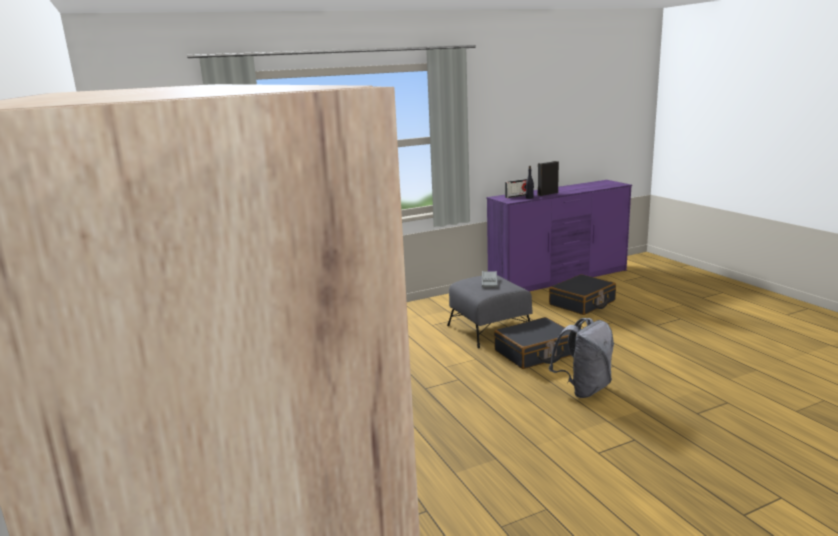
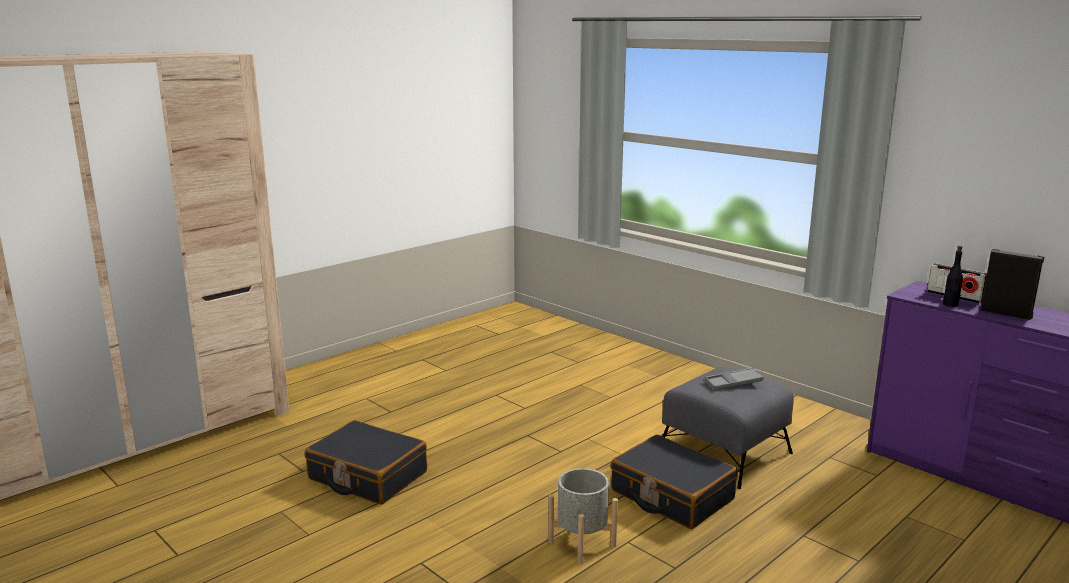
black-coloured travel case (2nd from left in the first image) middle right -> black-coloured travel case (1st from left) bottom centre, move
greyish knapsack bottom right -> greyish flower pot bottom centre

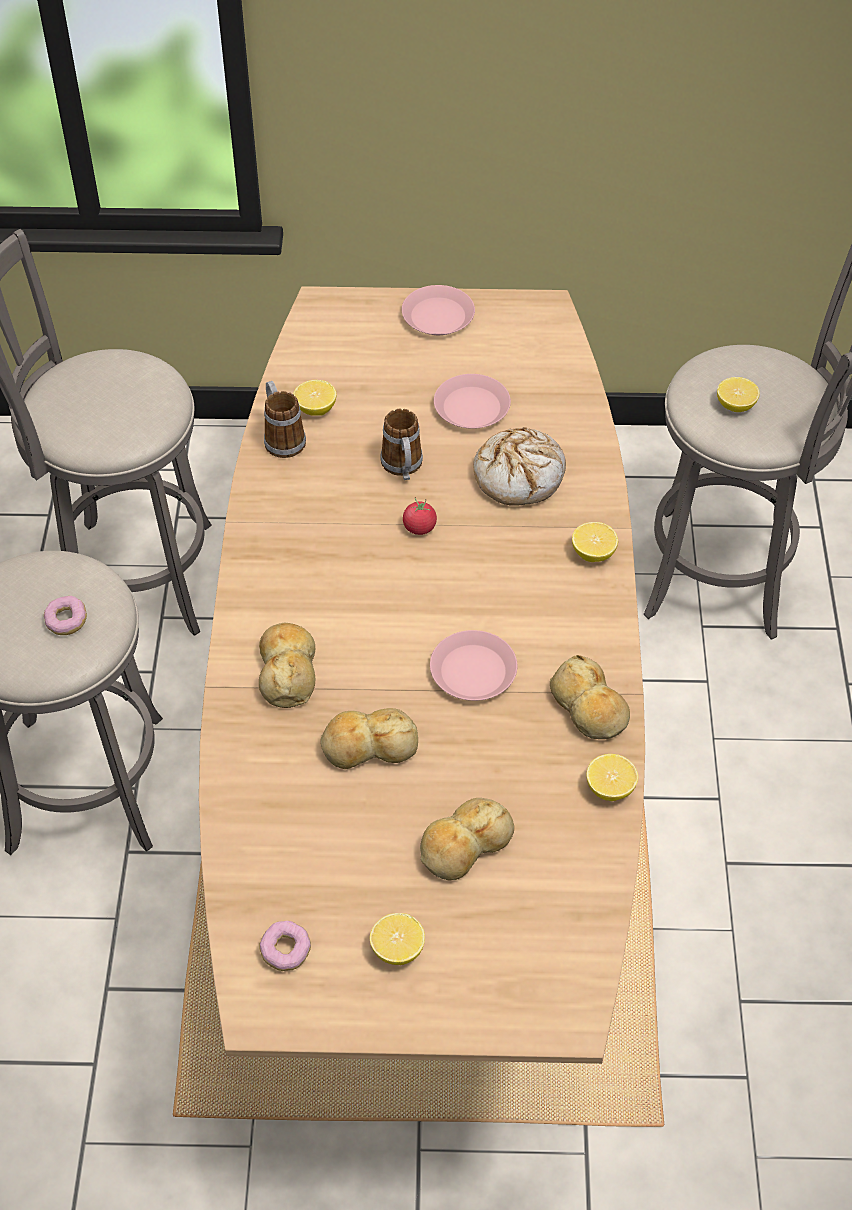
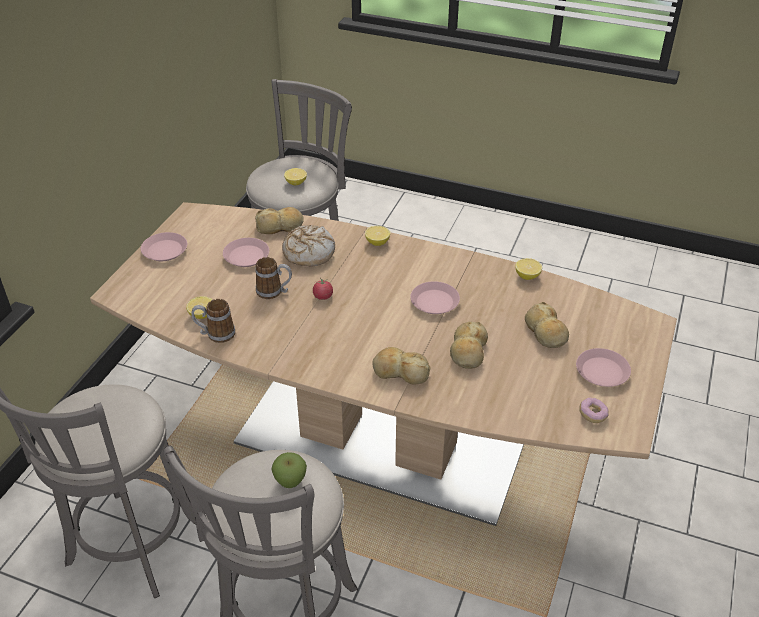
doughnut (1st from left) middle left -> apple fruit bottom centre
citrus fruit (2nd from left) bottom centre -> pink-coloured flat dish (4th from left) middle right
bakery bread (5th from left in the first image) middle right -> bakery bread (1st from left) centre, move

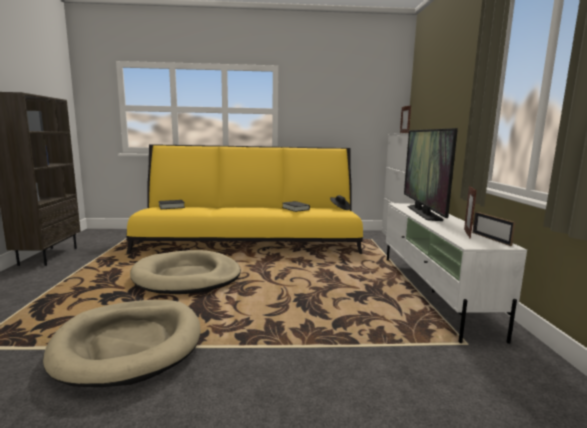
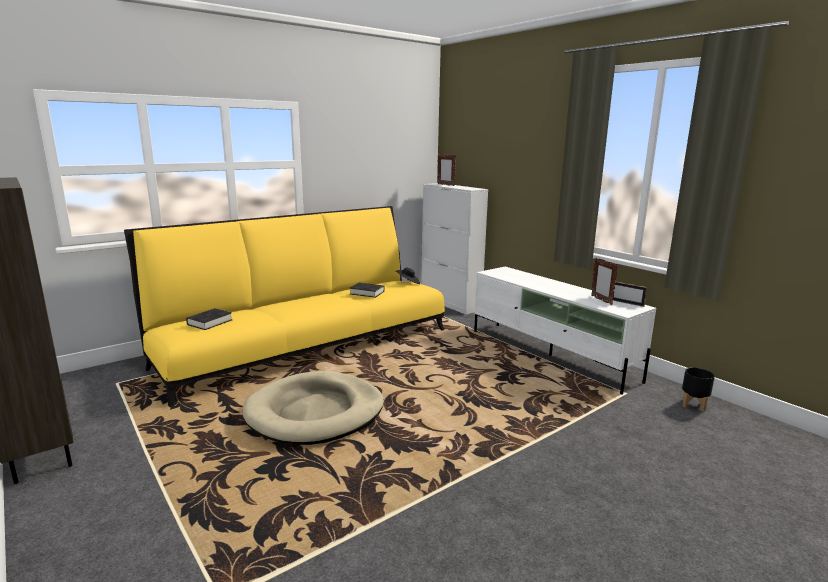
sand-coloured dog bed (1st from left) bottom left -> none
TV set middle right -> none
none -> black-coloured flower pot bottom right

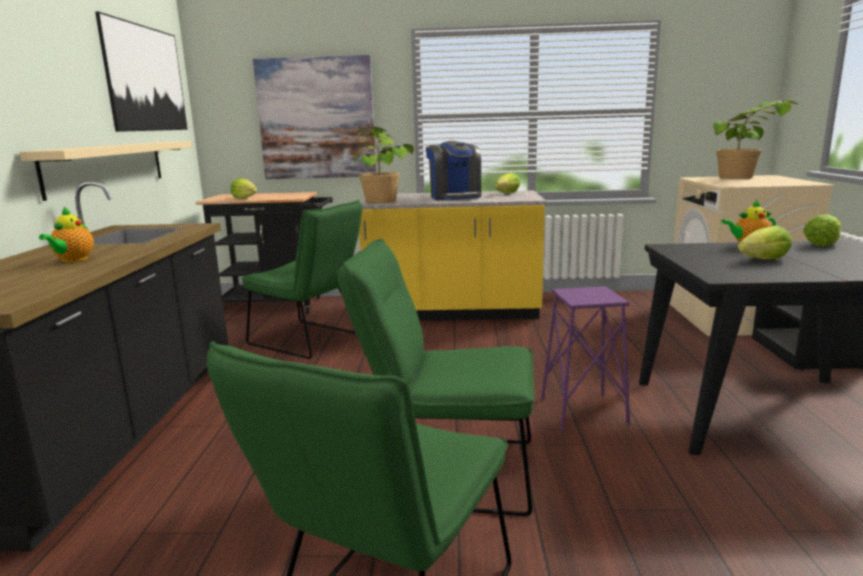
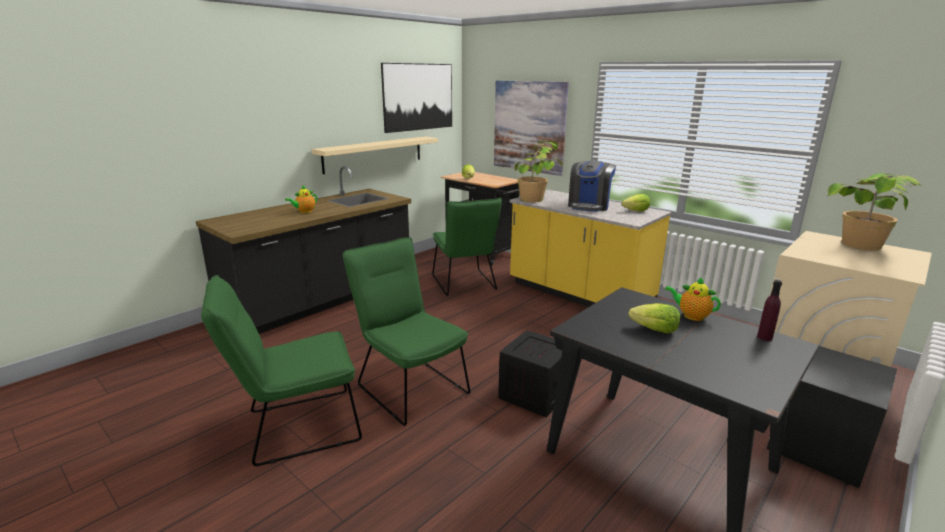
purplish stool seat middle right -> shipping crate bottom centre
head of lettuce (4th from left) middle right -> purplish drink bottle middle right

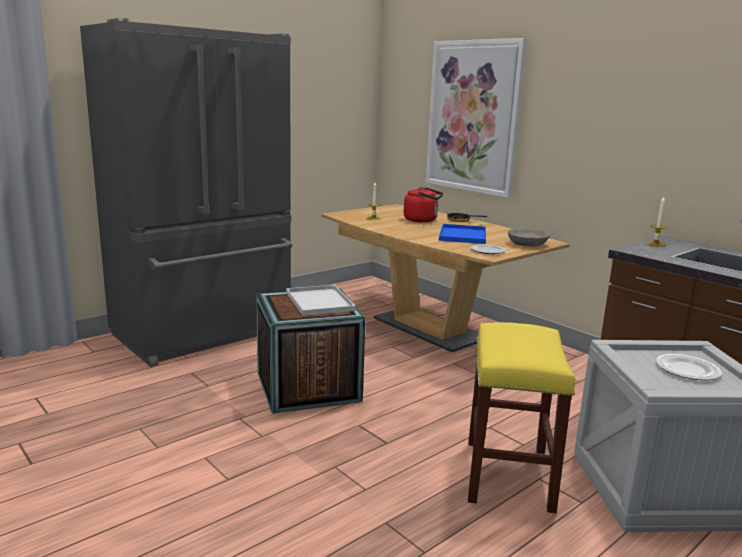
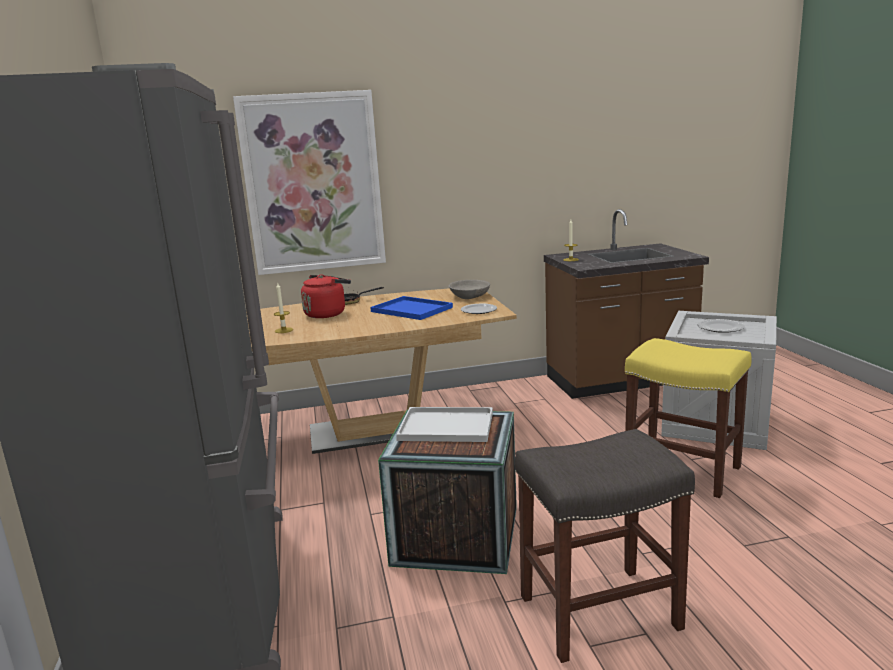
none -> greyish stool seat bottom right

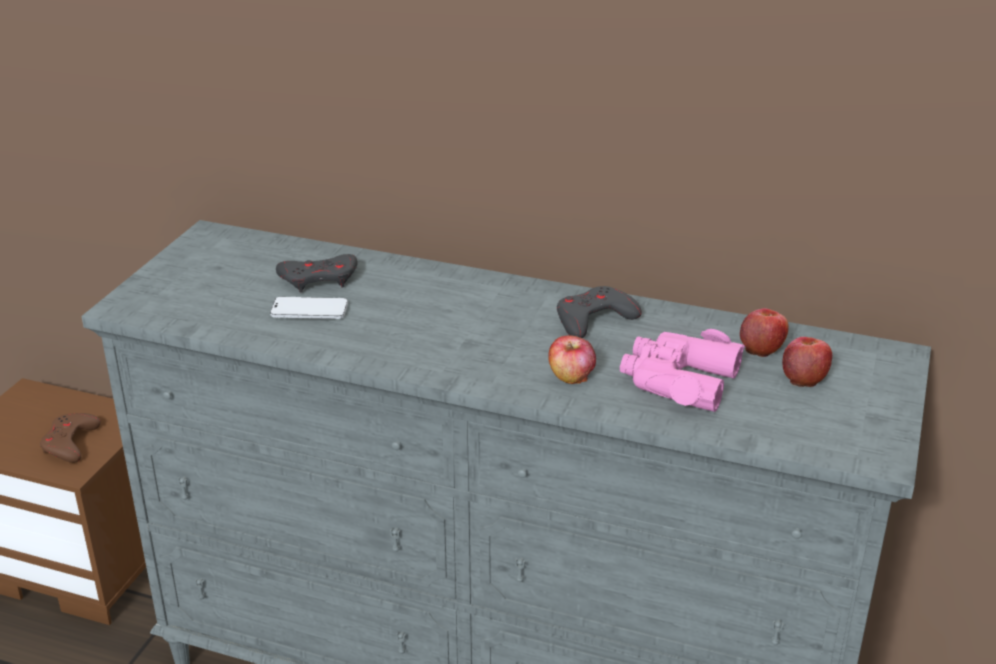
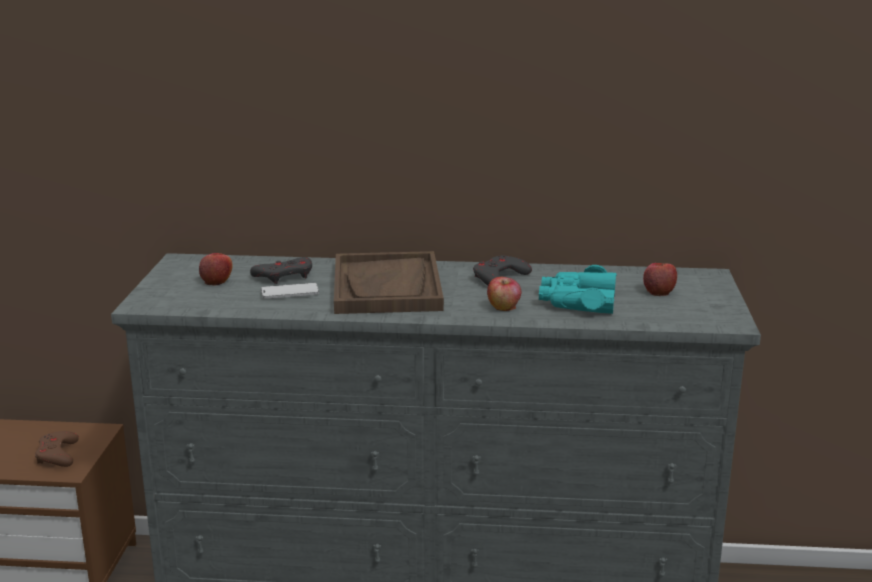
pink-coloured pair of binoculars middle right -> blue-green pair of binoculars centre
apple fruit (2nd from left in the first image) middle right -> apple fruit (1st from left) middle left, move
none -> brown serving tray centre

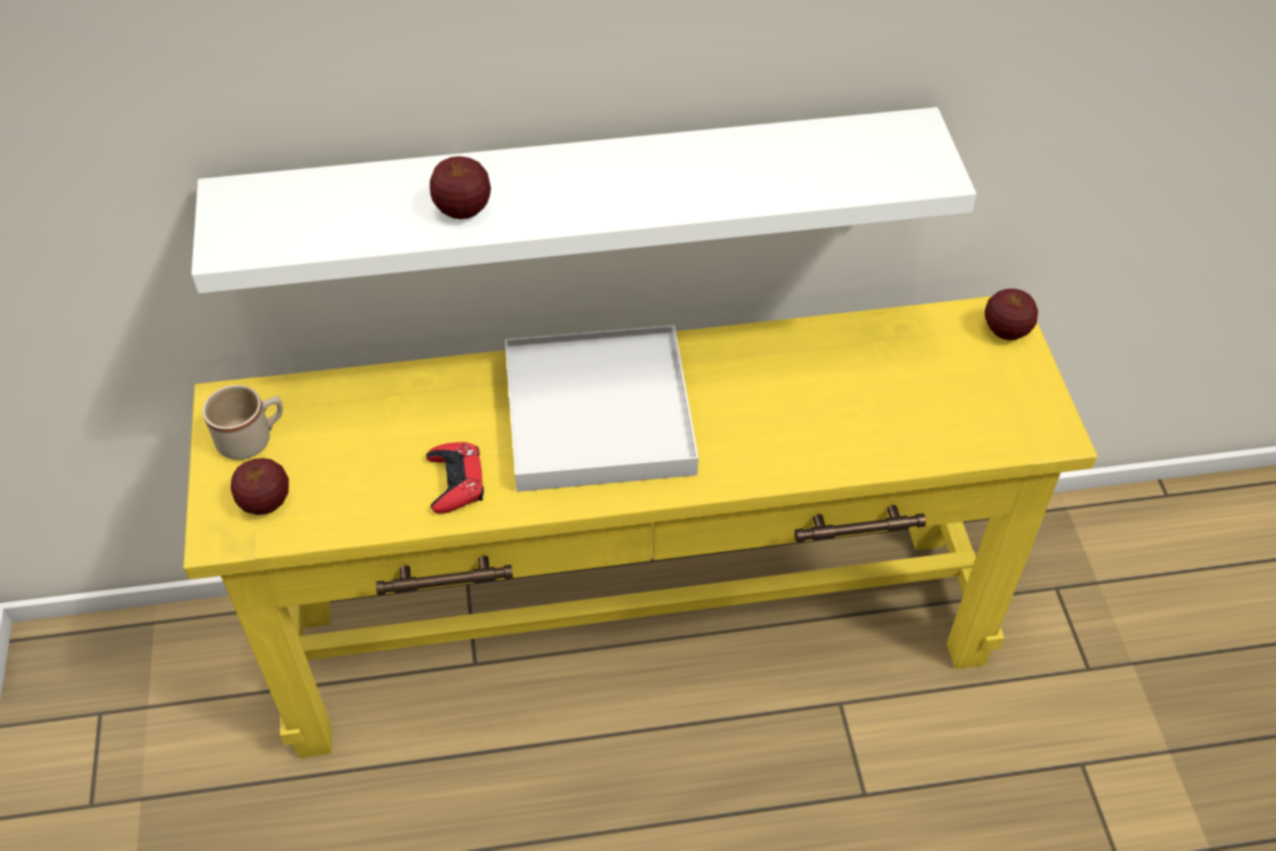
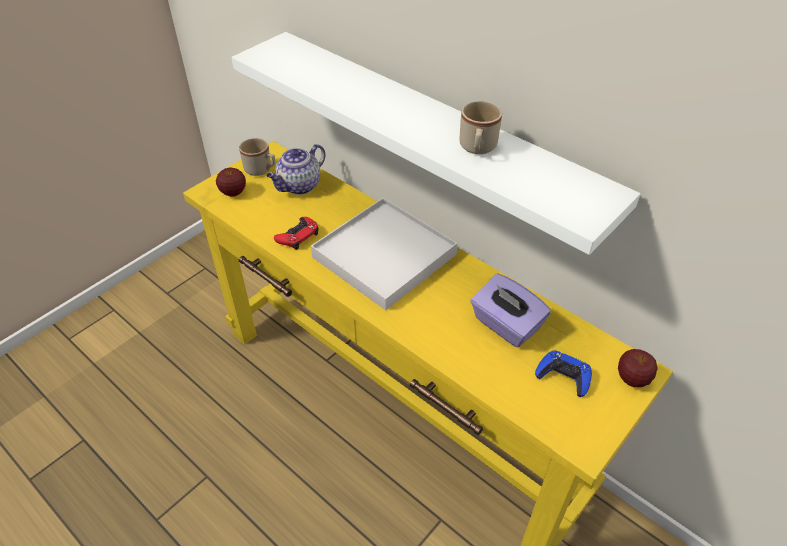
apple fruit (2nd from left) top centre -> none
none -> tea pot top centre
none -> sand-coloured coffee mug (2nd from left) top centre
none -> purplish tissue holder centre
none -> bluish joypad bottom right

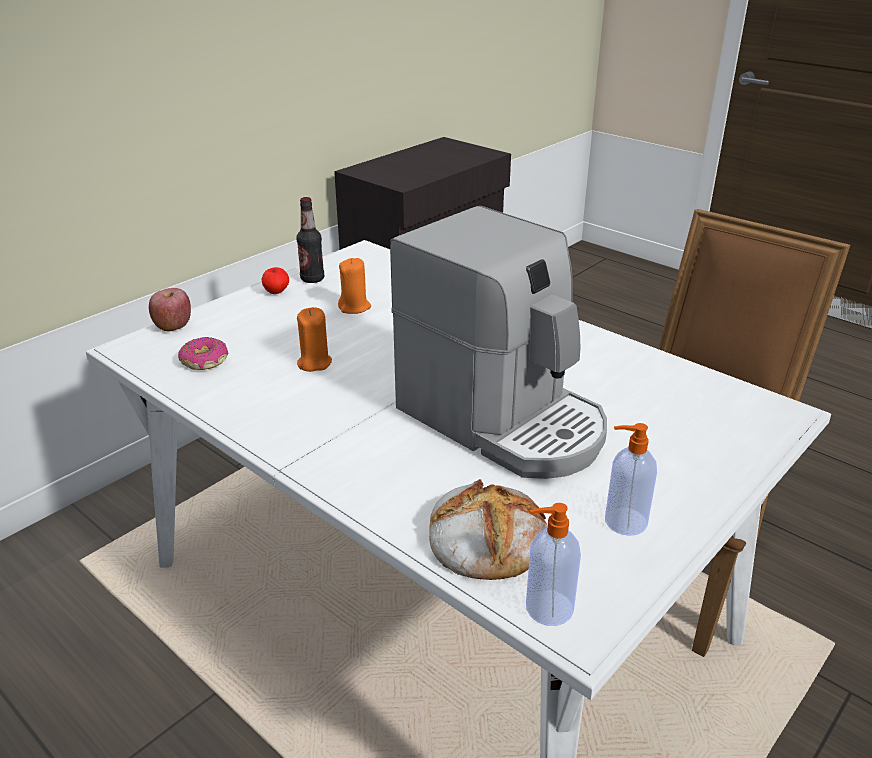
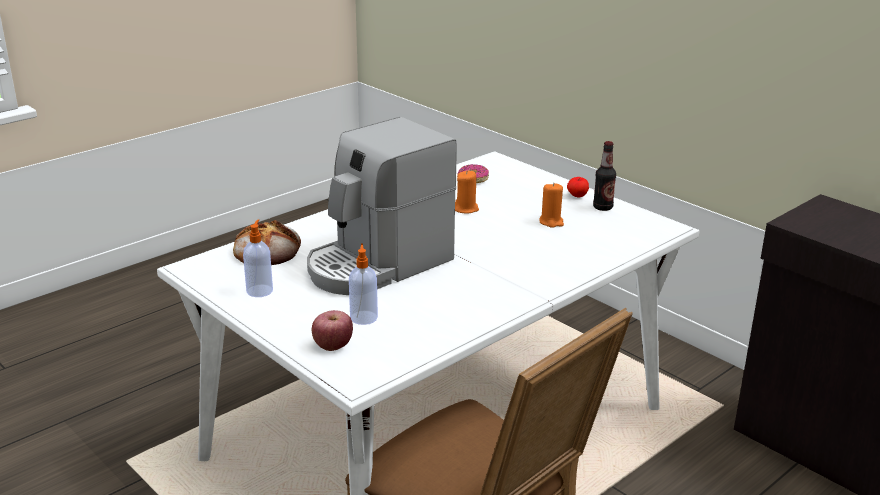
apple fruit (1st from left) middle left -> apple fruit (1st from left) bottom centre, move
soap bottle (1st from left in the first image) bottom centre -> soap bottle (2nd from left) centre, move

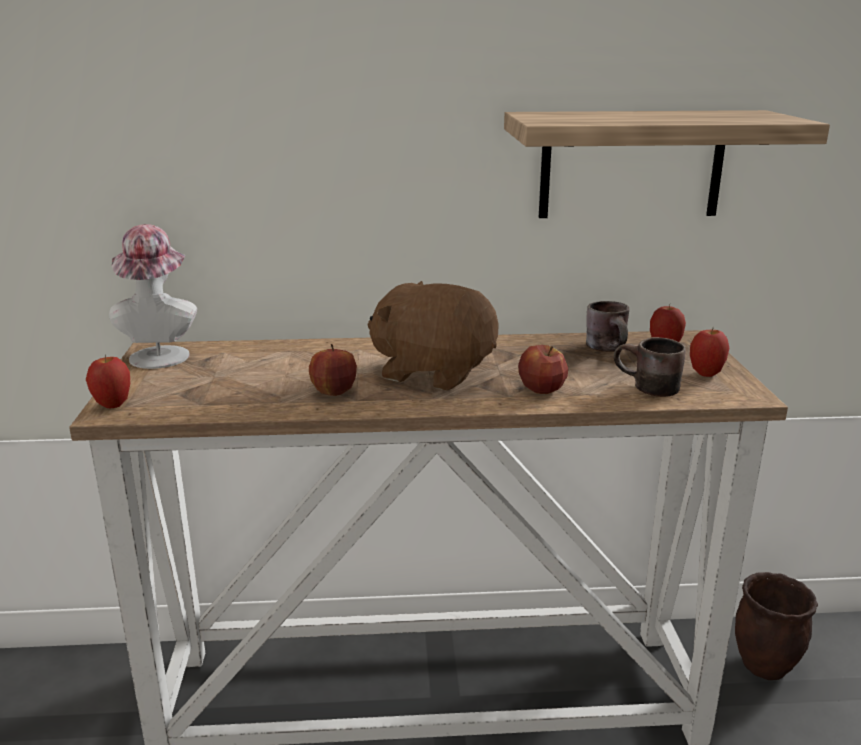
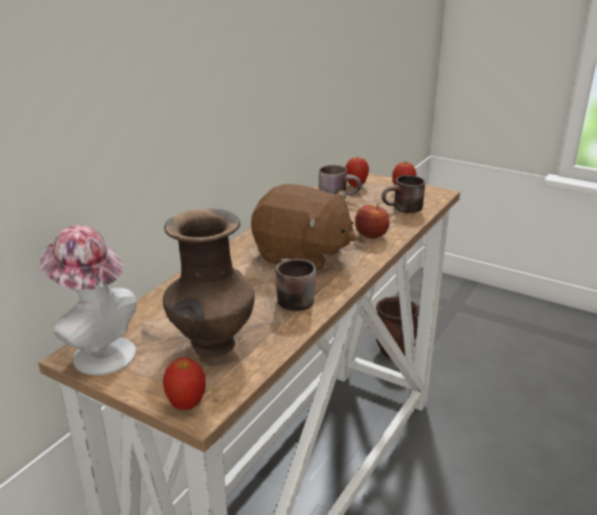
apple fruit (2nd from left) centre -> brown coffee mug (1st from left) centre
brown soft toy centre, 120 degrees counterclockwise
shelf top right -> none
none -> brown vase centre

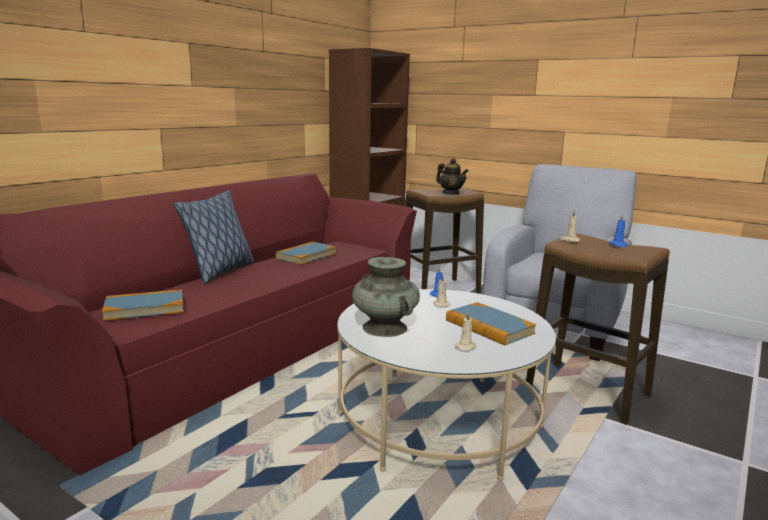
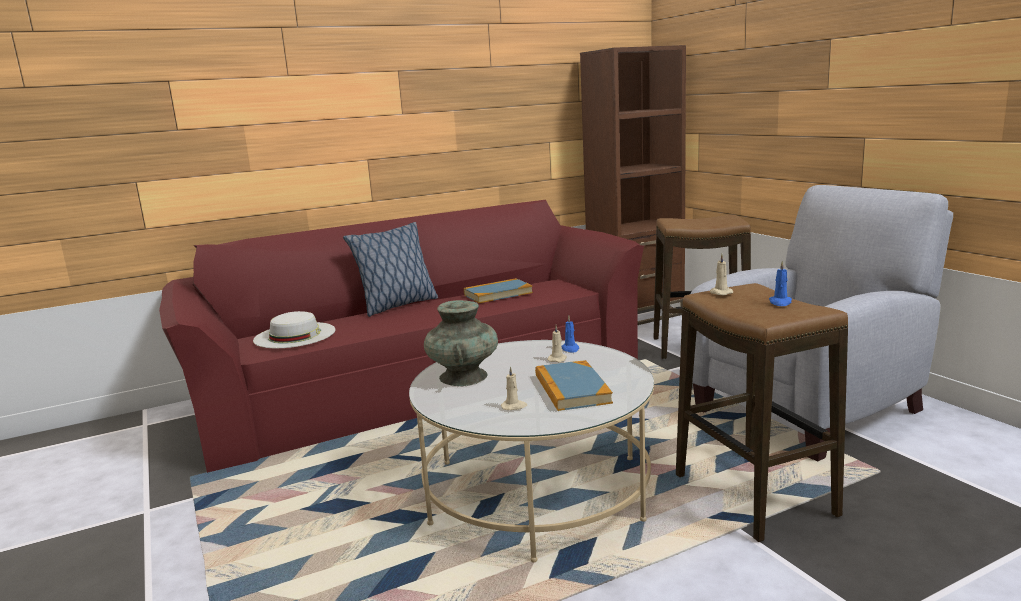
book (1st from left) middle left -> white hat middle left
tea pot centre -> none

